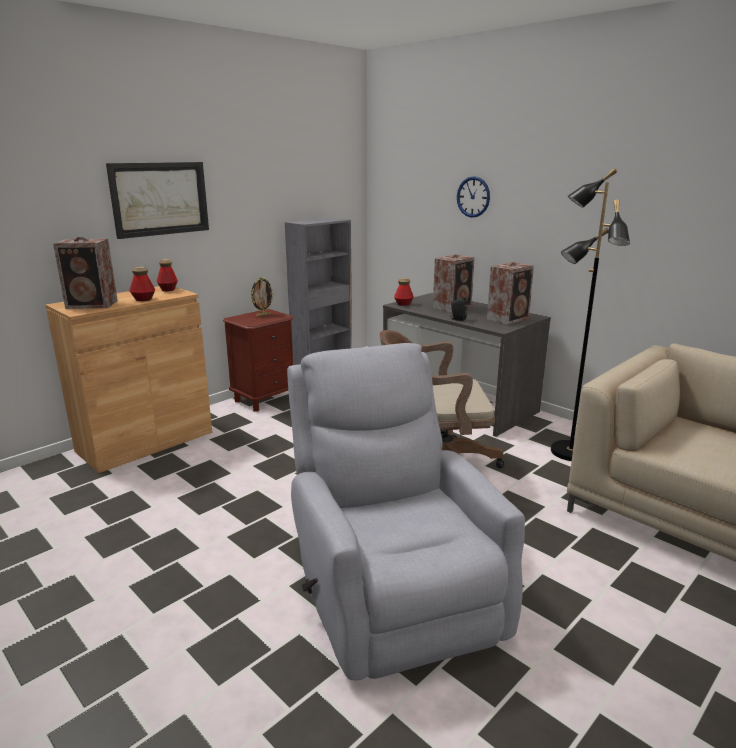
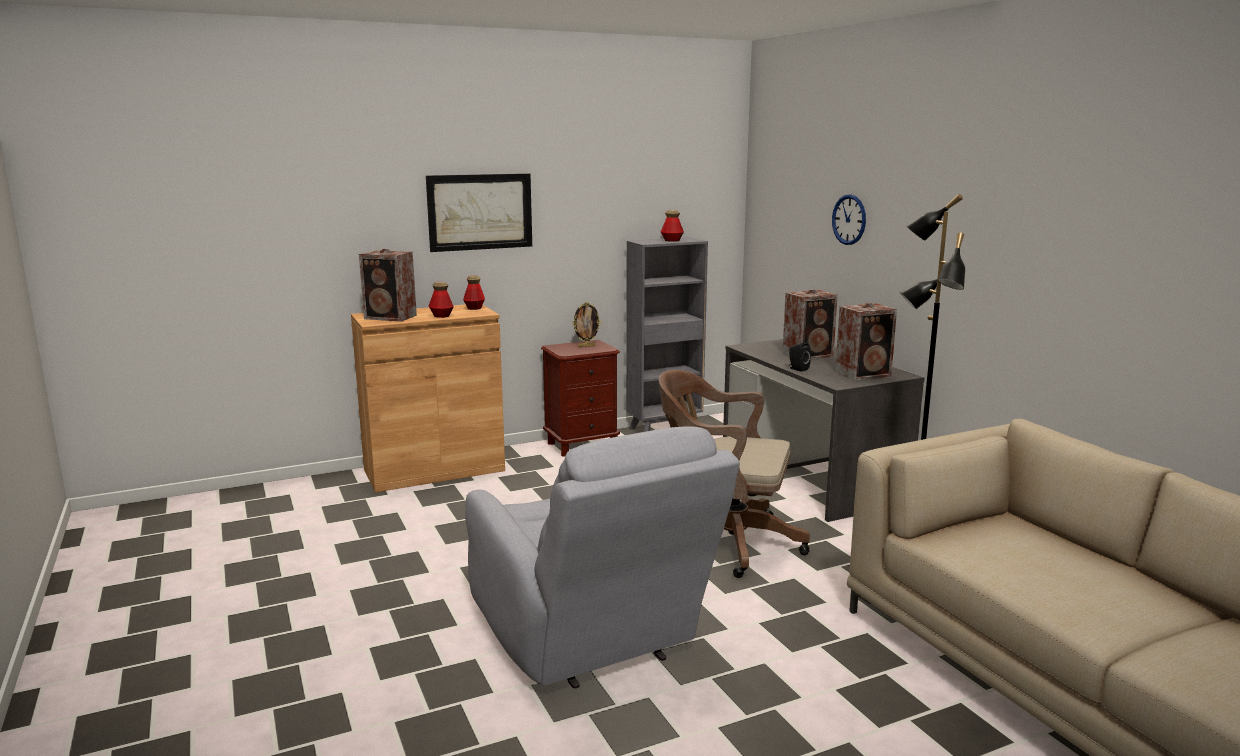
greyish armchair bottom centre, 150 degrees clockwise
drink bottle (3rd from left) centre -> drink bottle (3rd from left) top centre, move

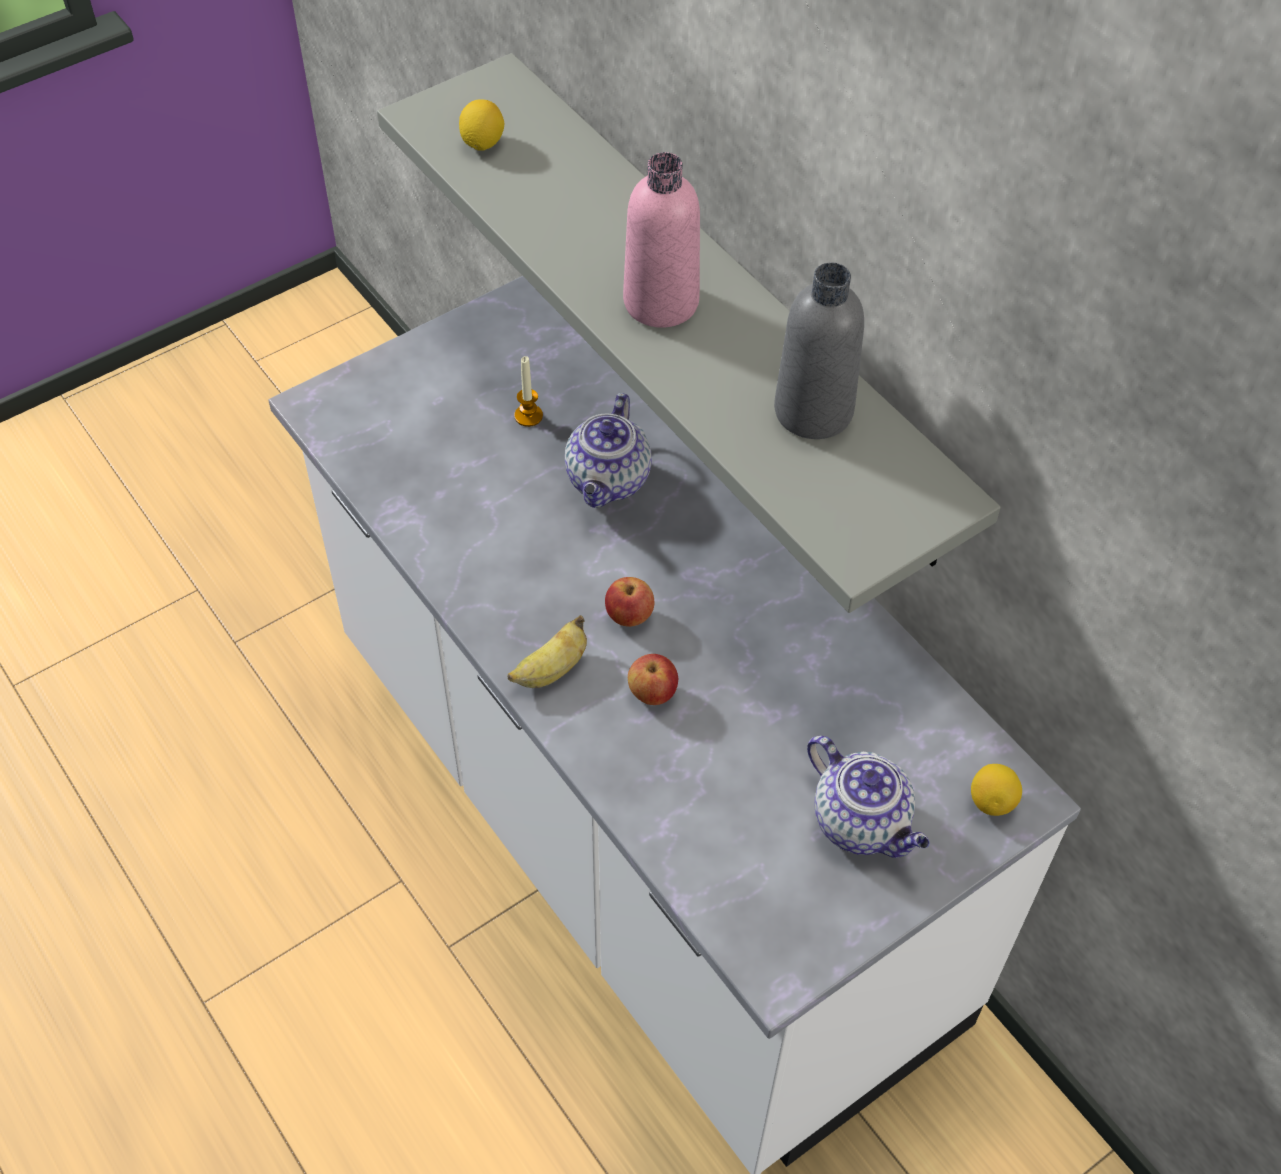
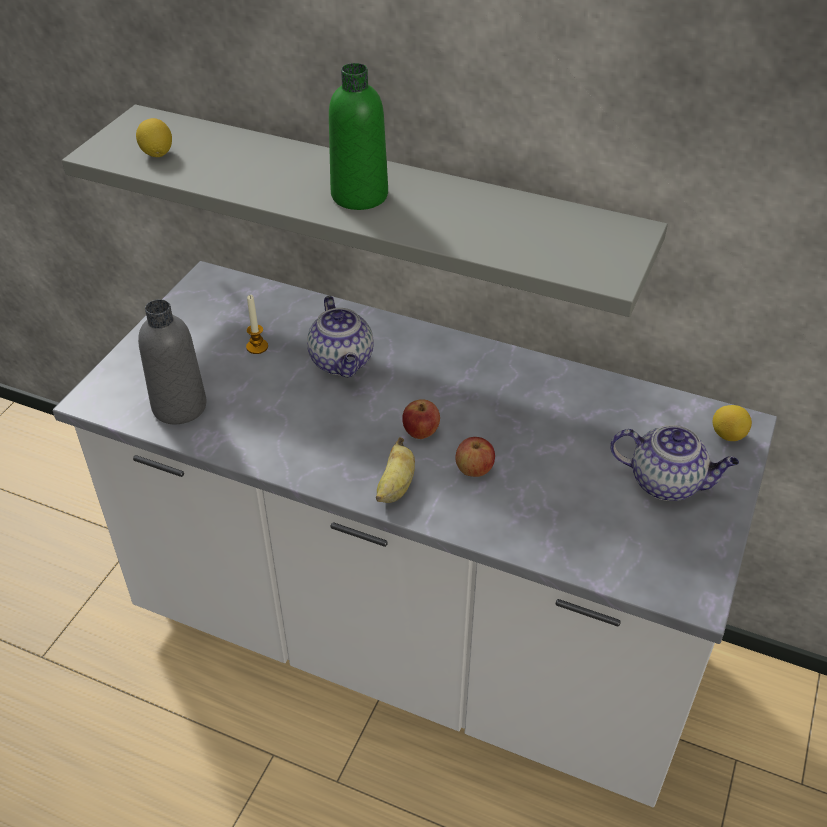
pink-coloured drink bottle top centre -> greenish drink bottle top centre
greyish drink bottle top centre -> greyish drink bottle middle left, move

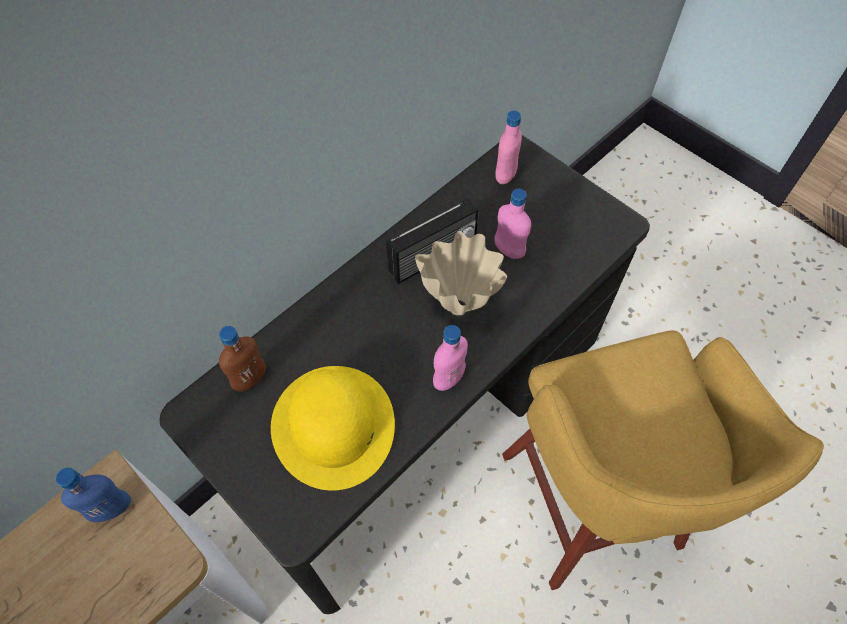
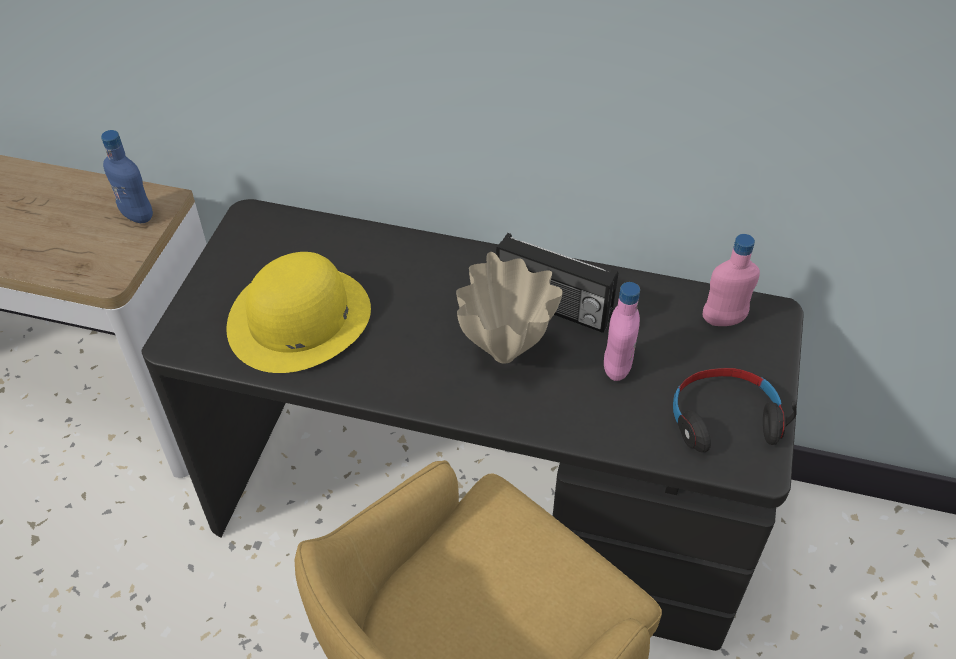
brown drink bottle middle left -> none
pink-coloured drink bottle (1st from left) centre -> none
none -> black-coloured pair of headphones middle right

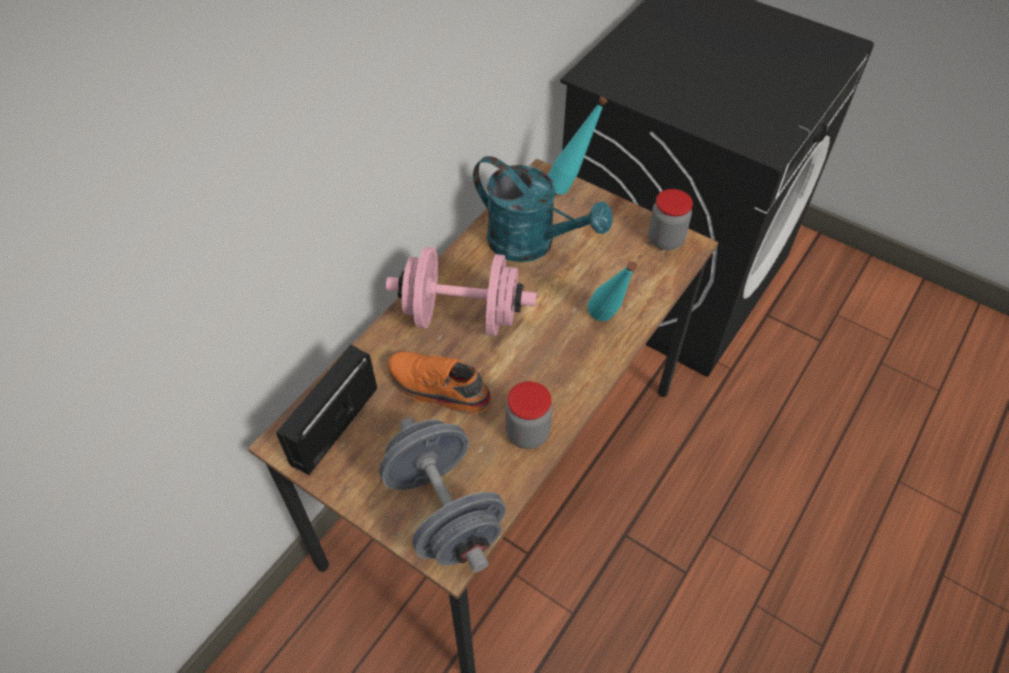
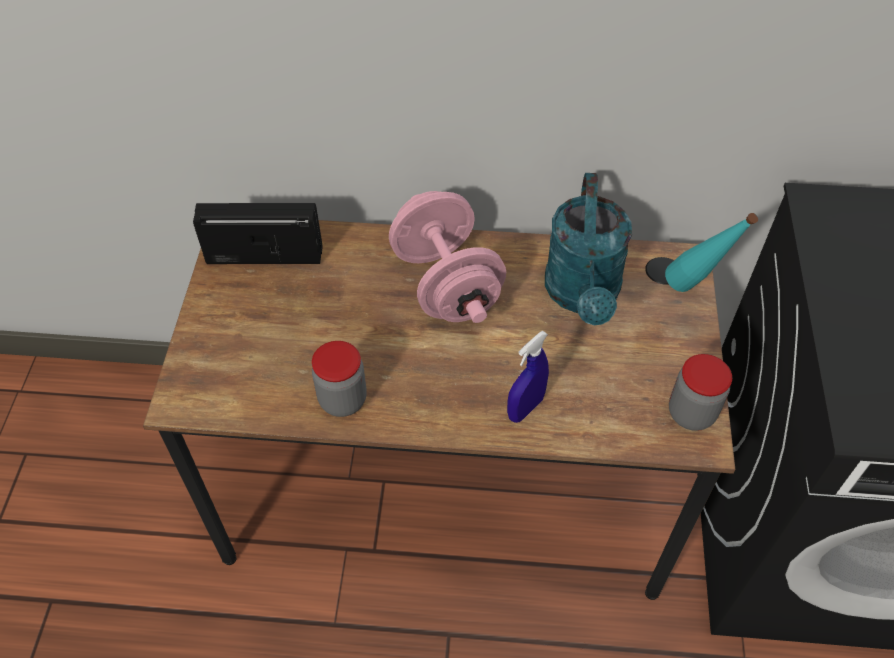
greyish dumbbell bottom centre -> none
orange shoe centre -> none
blue-green drink bottle (2nd from left) centre -> bluish sprayer centre

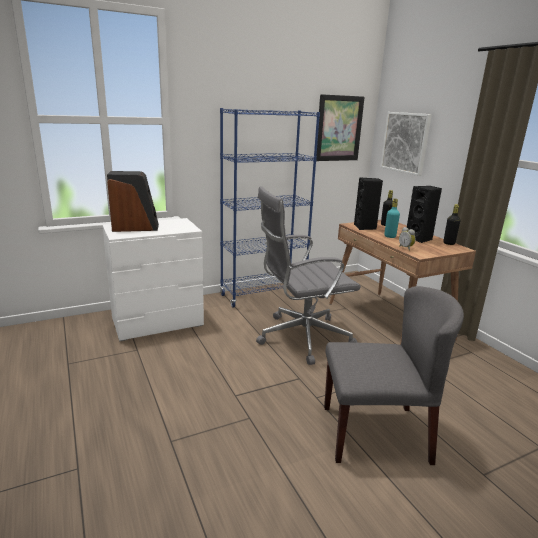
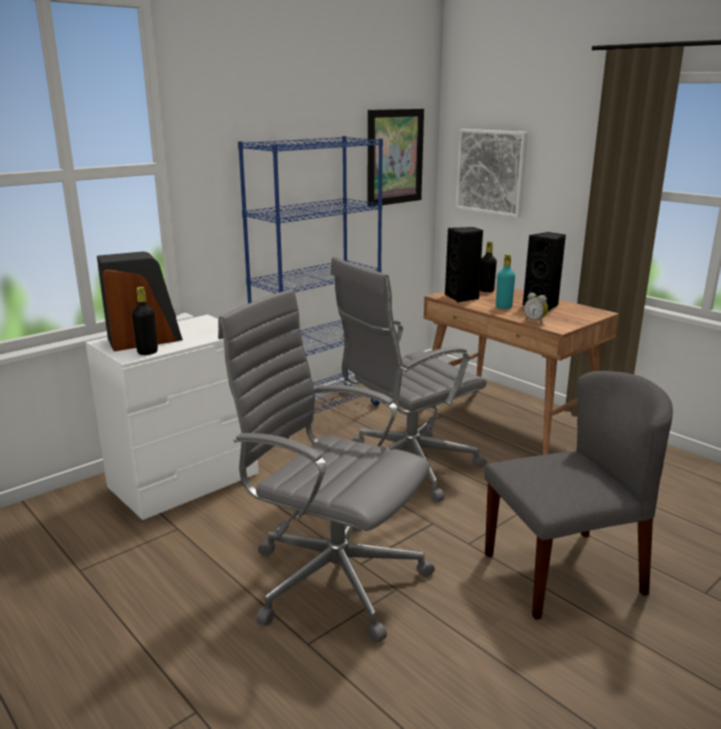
black-coloured drink bottle (2nd from left in the first image) middle right -> black-coloured drink bottle (1st from left) middle left, move
none -> greyish desk chair (1st from left) centre

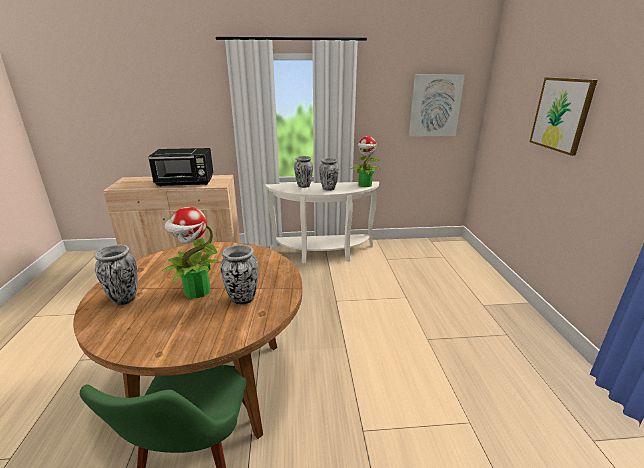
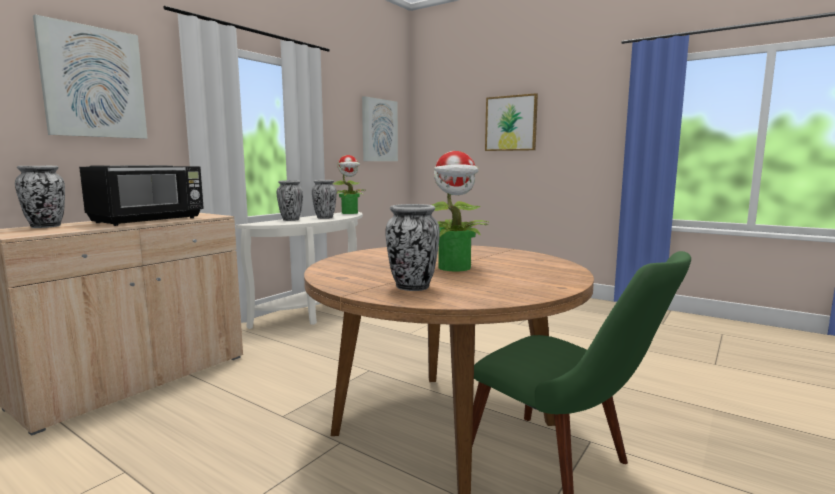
vase (2nd from left in the first image) centre -> vase (1st from left) middle left, move
none -> wall art (1st from left) top left

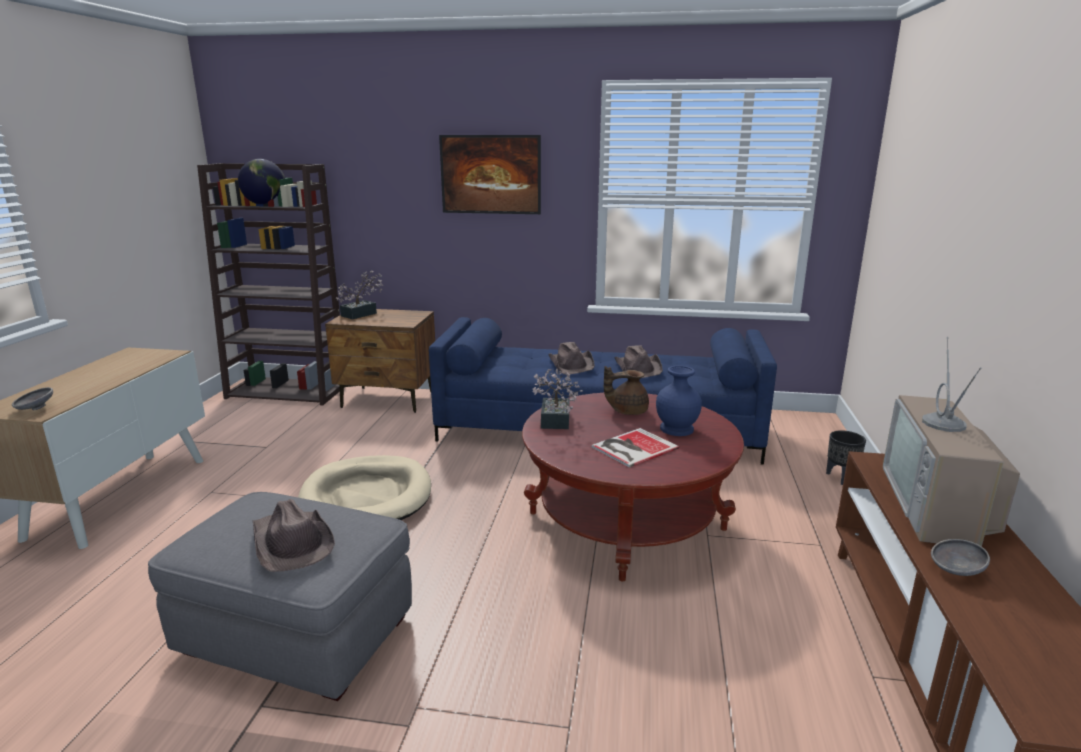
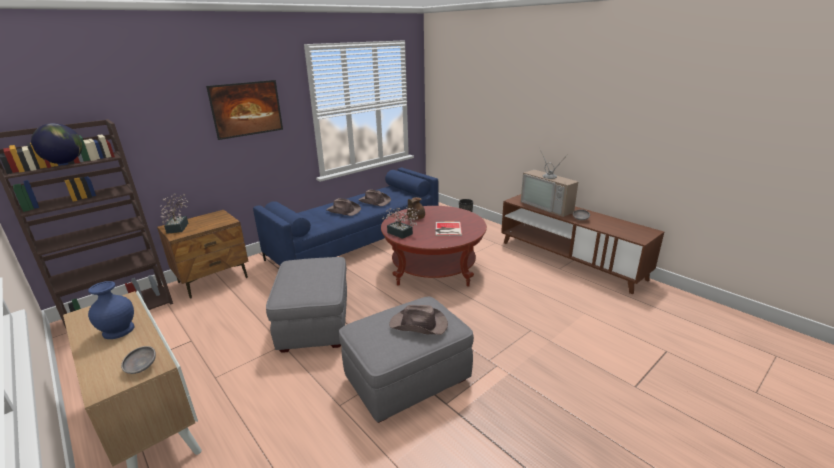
sand-coloured dog bed centre -> greyish pouffe (1st from left) centre
bluish vase centre -> bluish vase middle left, move

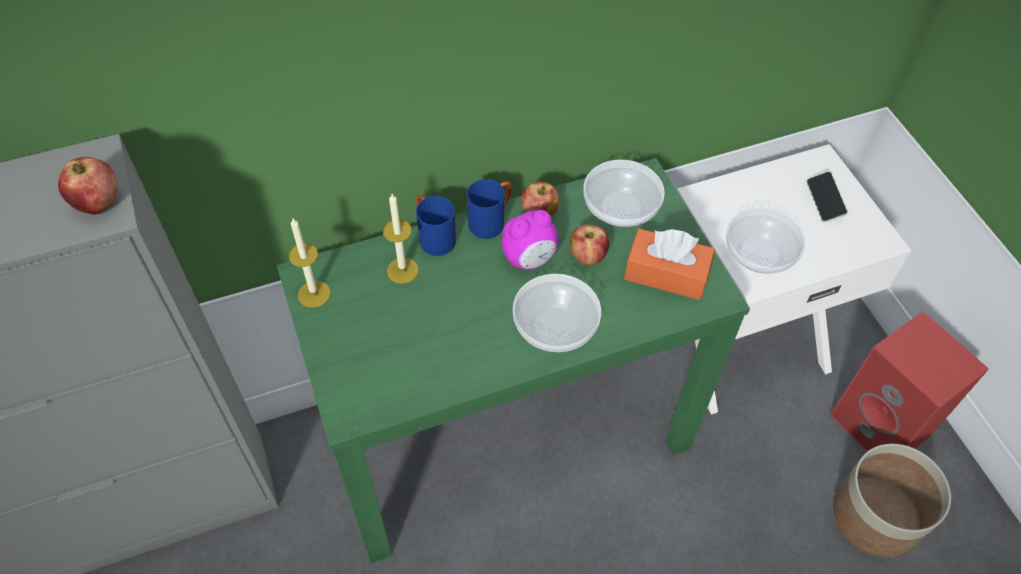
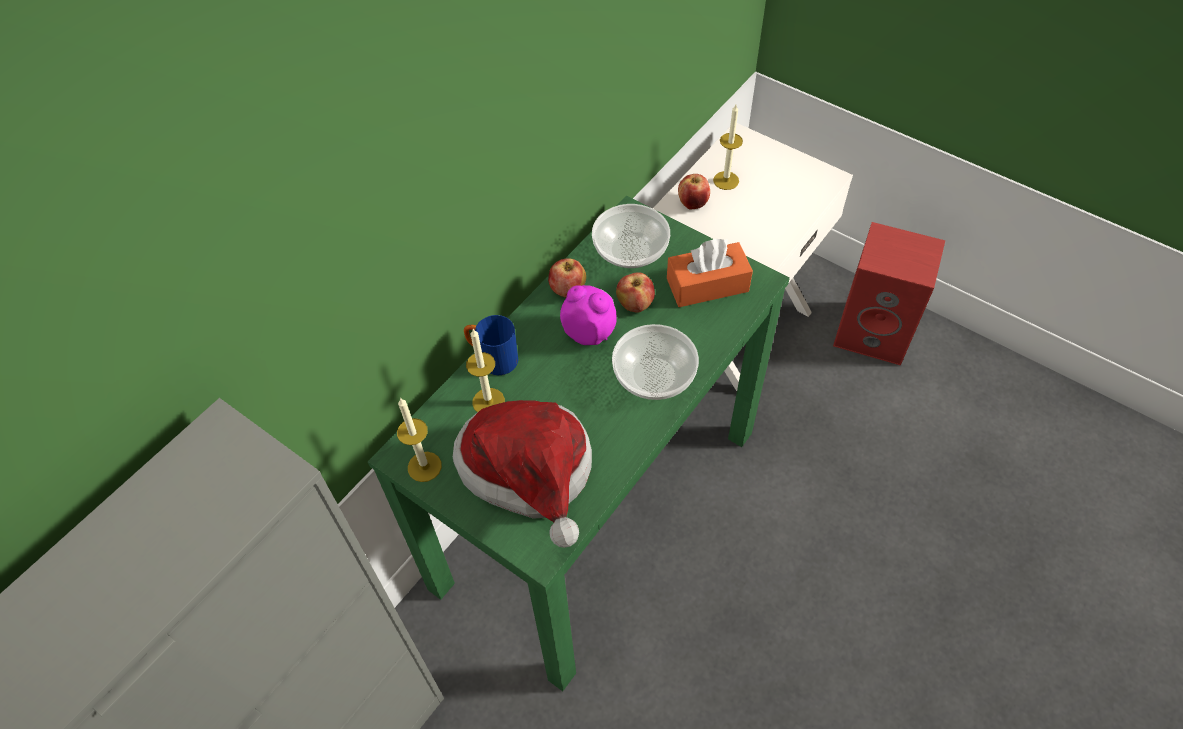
apple fruit (1st from left in the first image) top left -> apple fruit (3rd from left) top centre, move
bluish coffee mug (2nd from left) centre -> none
bedside clock centre, 90 degrees counterclockwise
deep dish (3rd from left) middle right -> none
phone middle right -> none
flower pot bottom right -> none
none -> hat centre
none -> wax candle (3rd from left) top centre

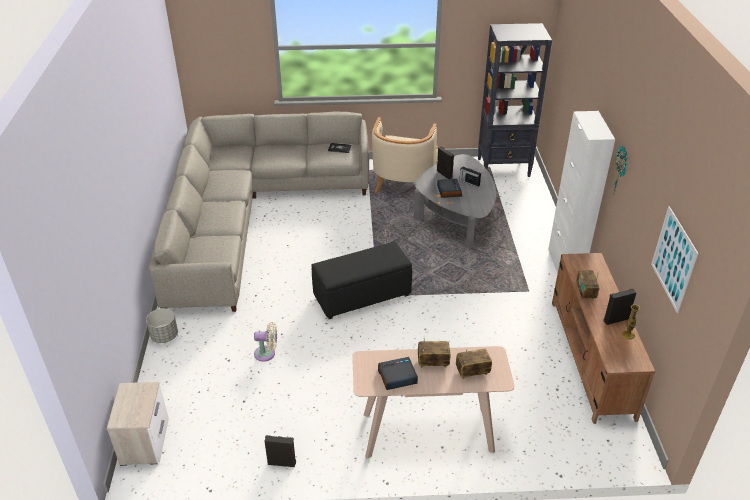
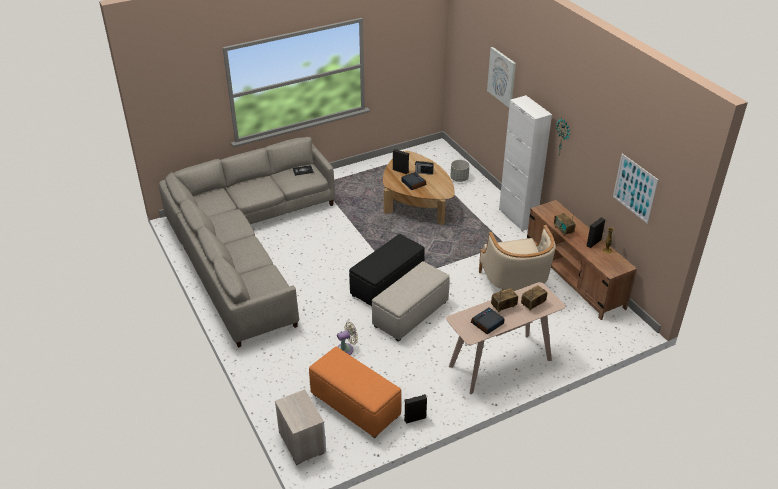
greyish flower pot middle left -> greyish flower pot centre, move
sand-coloured armchair top centre -> sand-coloured armchair centre, move
greyish lounge table centre -> brown lounge table centre
black-coloured shelving unit top right -> none
none -> orange pouffe bottom centre
none -> sand-coloured pouffe centre
none -> wall art (1st from left) top centre

